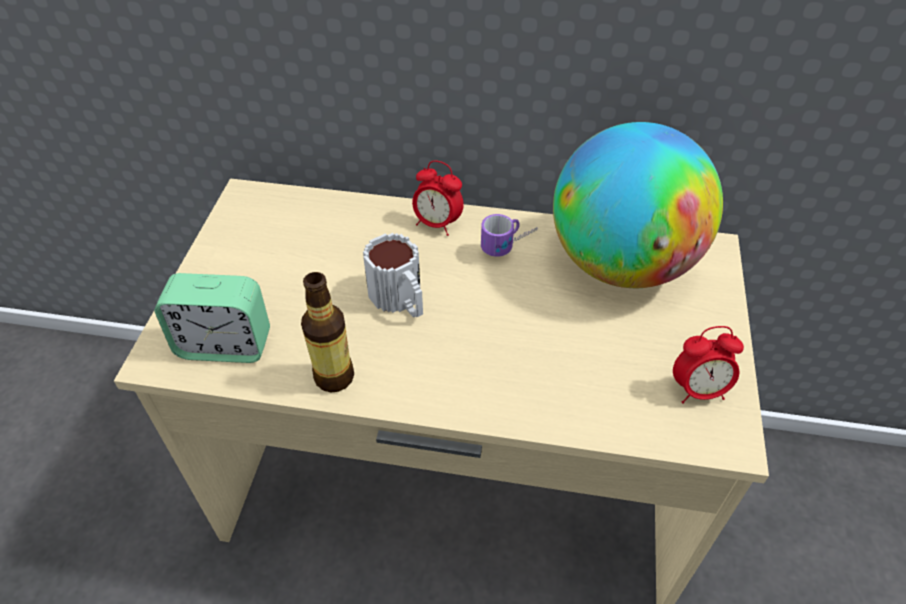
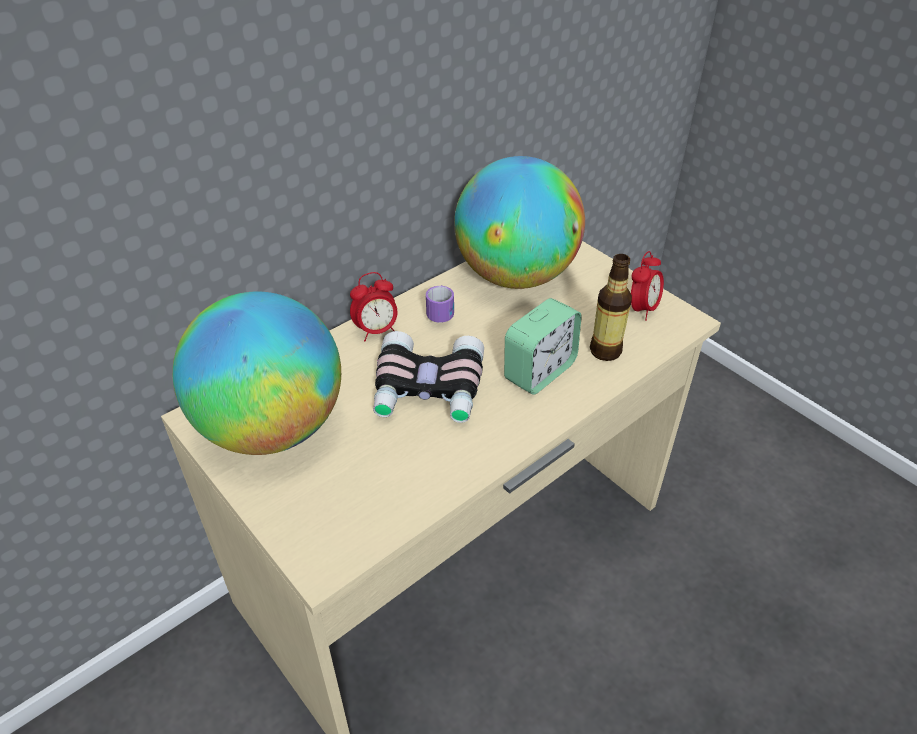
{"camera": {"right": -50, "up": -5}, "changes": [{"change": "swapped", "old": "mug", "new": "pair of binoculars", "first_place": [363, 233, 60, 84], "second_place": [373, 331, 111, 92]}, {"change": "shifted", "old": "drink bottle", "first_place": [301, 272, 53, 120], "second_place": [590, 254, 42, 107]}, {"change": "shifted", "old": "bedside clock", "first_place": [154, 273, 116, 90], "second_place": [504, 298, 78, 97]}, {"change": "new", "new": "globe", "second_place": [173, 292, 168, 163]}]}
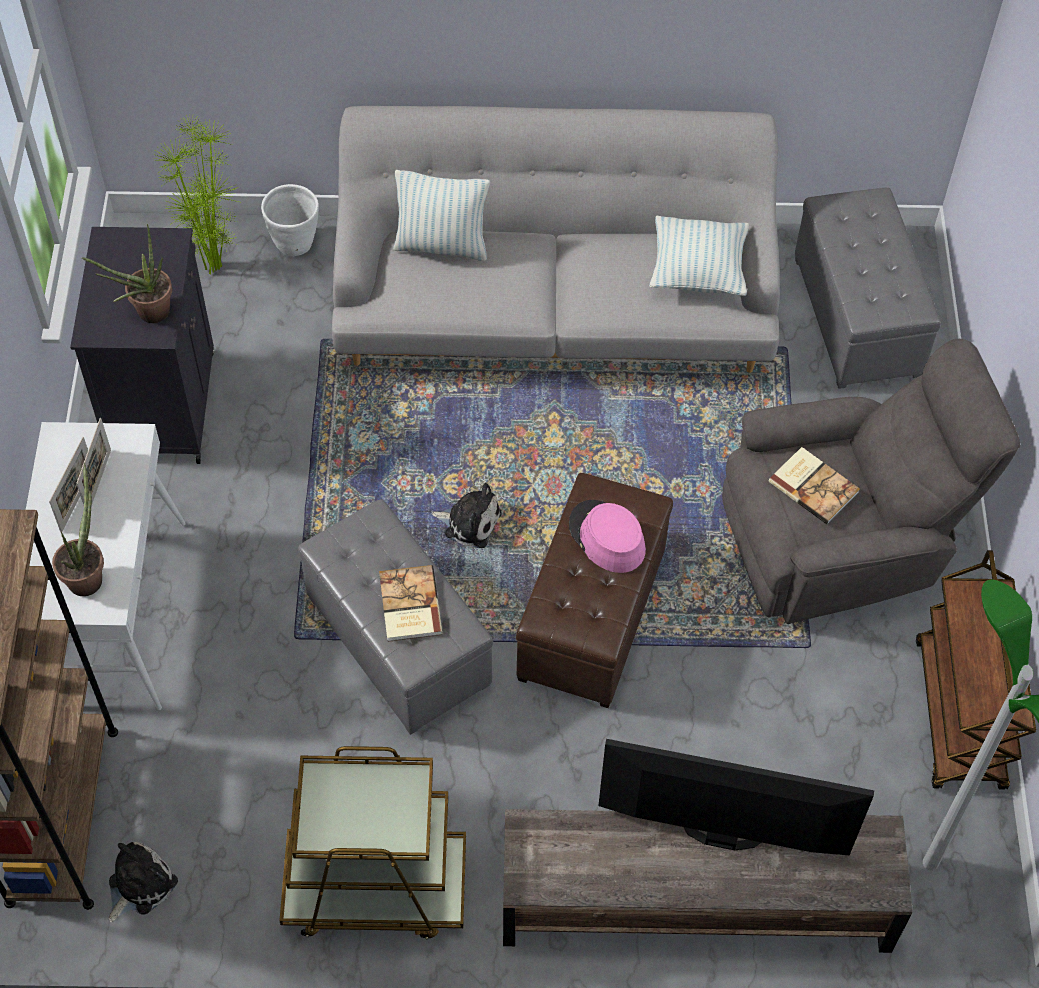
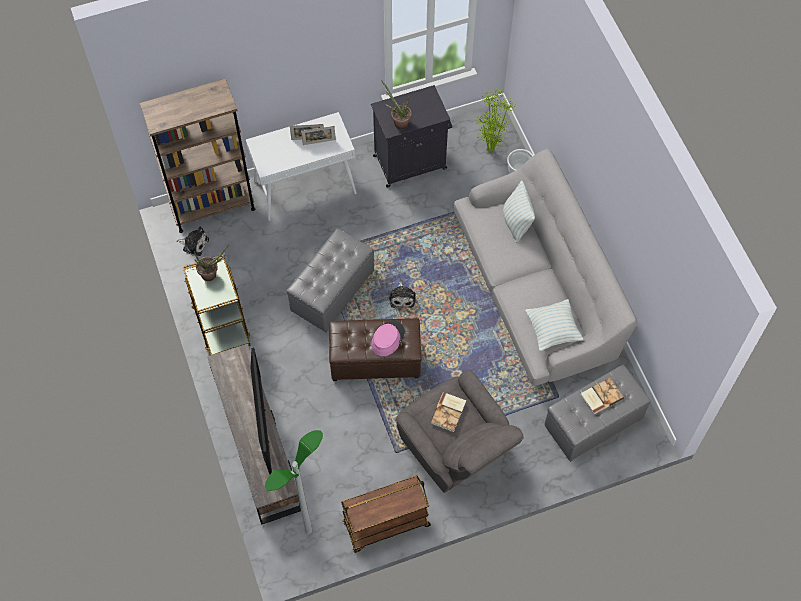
{"camera": {"right": 70, "up": 5}, "changes": [{"change": "shifted", "old": "plant in a pot", "first_place": [52, 463, 52, 133], "second_place": [194, 245, 34, 36]}, {"change": "shifted", "old": "volume", "first_place": [379, 565, 63, 77], "second_place": [580, 378, 44, 36]}]}
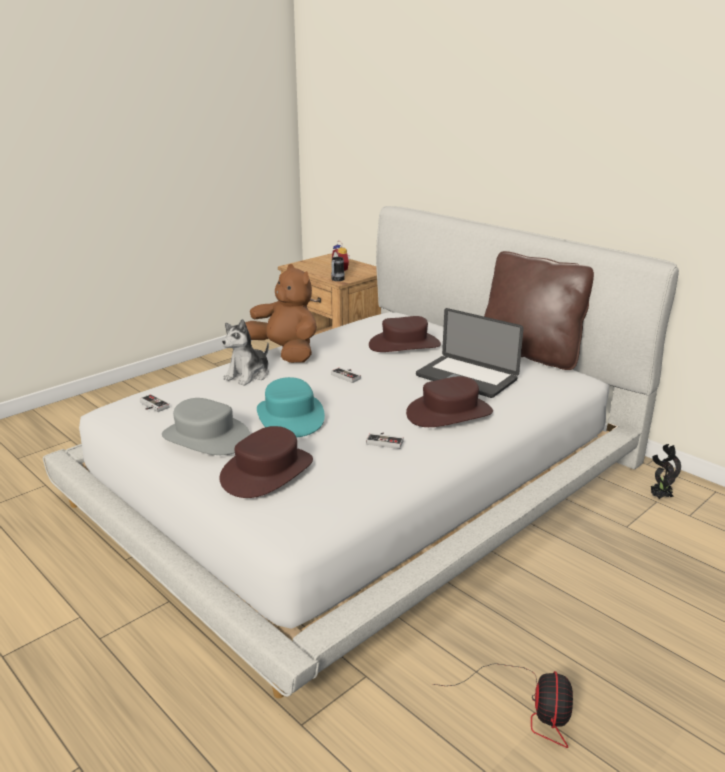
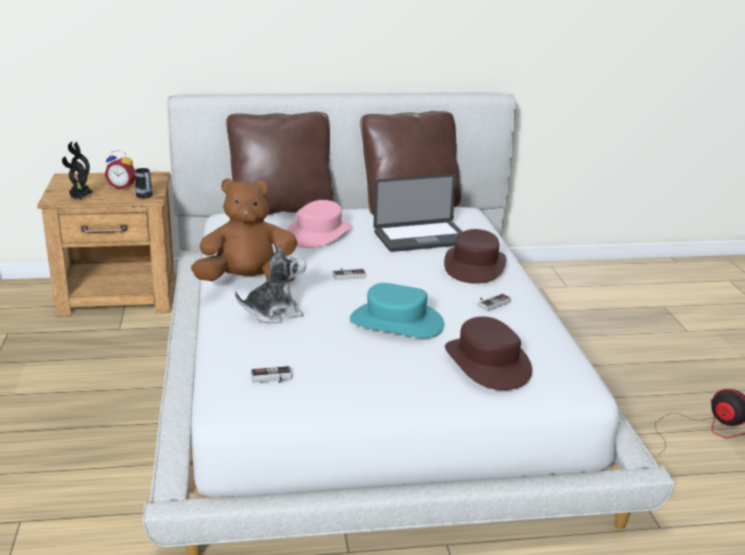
{"camera": {"right": -55, "up": 0}, "changes": [{"change": "repainted", "old": "wearable hat/brown", "new": "wearable hat/pink-coloured", "first_place": [369, 316, 72, 36], "second_place": [287, 200, 65, 48]}, {"change": "rotated", "old": "soft toy", "first_place": [222, 319, 47, 67], "second_place": [235, 243, 71, 80], "degrees": -90}, {"change": "gone", "old": "wearable hat/gray", "first_place": [162, 398, 89, 57]}, {"change": "shifted", "old": "plant in a pot", "first_place": [651, 444, 30, 55], "second_place": [62, 142, 31, 58]}, {"change": "new", "new": "pillow/brown", "second_place": [226, 112, 108, 103]}]}
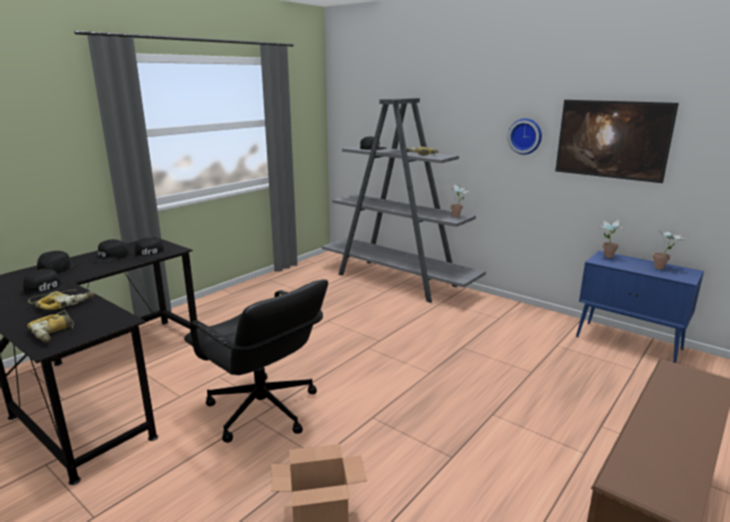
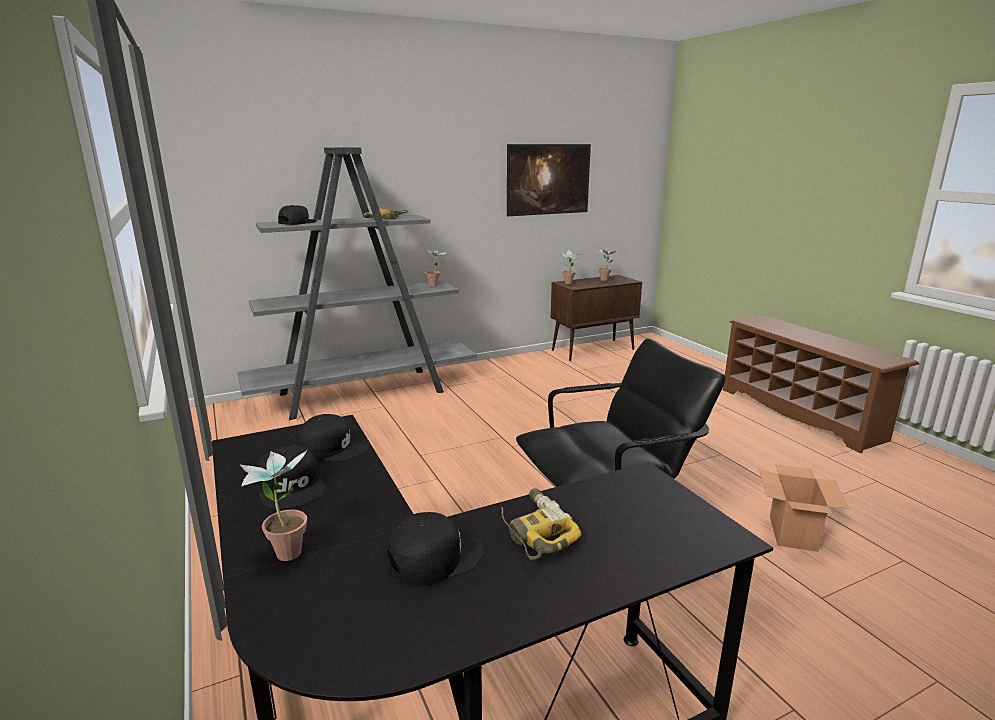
{"camera": {"right": -65, "up": 0}, "changes": [{"change": "gone", "old": "clock on the wall", "first_place": [508, 118, 34, 37]}, {"change": "swapped", "old": "peaked cap/blackish", "new": "plant in a pot", "first_place": [37, 251, 42, 22], "second_place": [240, 450, 67, 111]}, {"change": "repainted", "old": "cabinet/blue", "new": "cabinet/brown", "first_place": [576, 251, 128, 112], "second_place": [551, 275, 91, 86]}, {"change": "gone", "old": "power drill", "first_place": [27, 309, 47, 34]}]}
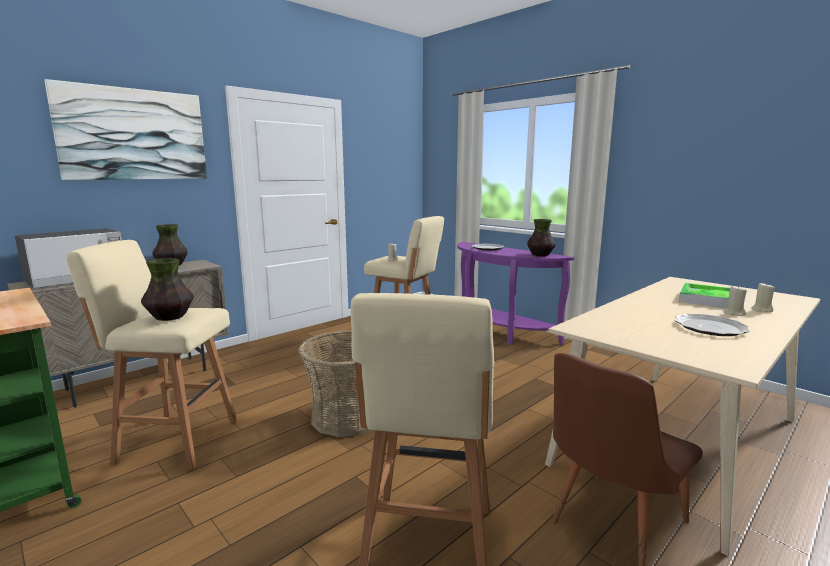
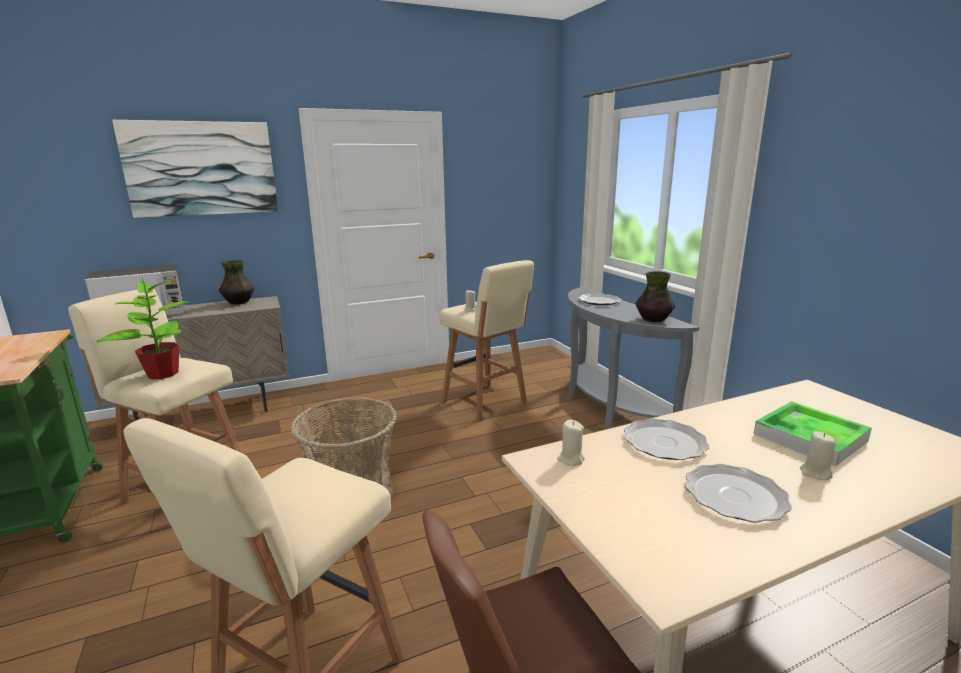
{"camera": {"right": 20, "up": 5}, "changes": [{"change": "repainted", "old": "console table/purplish", "new": "console table/gray", "first_place": [457, 242, 118, 103], "second_place": [567, 287, 132, 141]}, {"change": "swapped", "old": "vase", "new": "plant in a pot", "first_place": [141, 258, 53, 63], "second_place": [96, 277, 93, 102]}, {"change": "shifted", "old": "wax light/sand-coloured", "first_place": [751, 283, 24, 29], "second_place": [557, 420, 28, 46]}, {"change": "new", "new": "dinner plate", "second_place": [624, 418, 86, 42]}]}
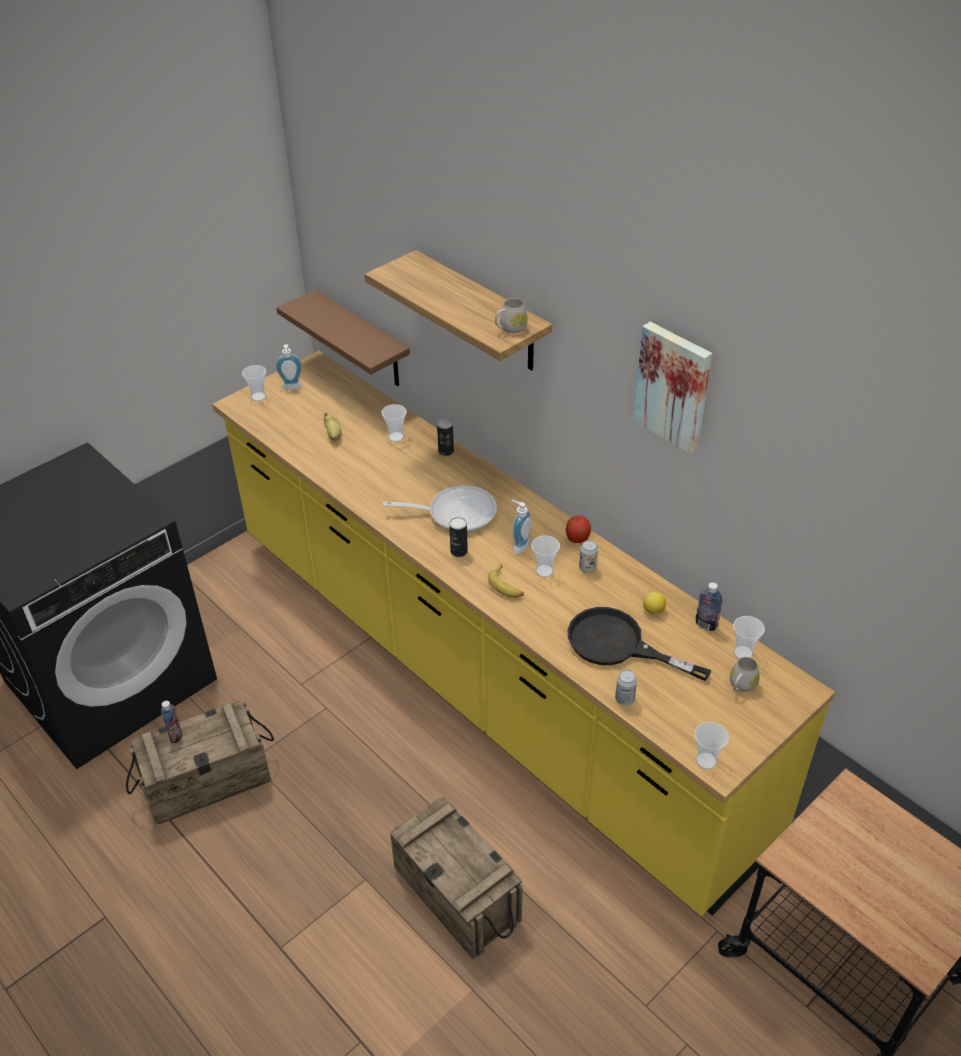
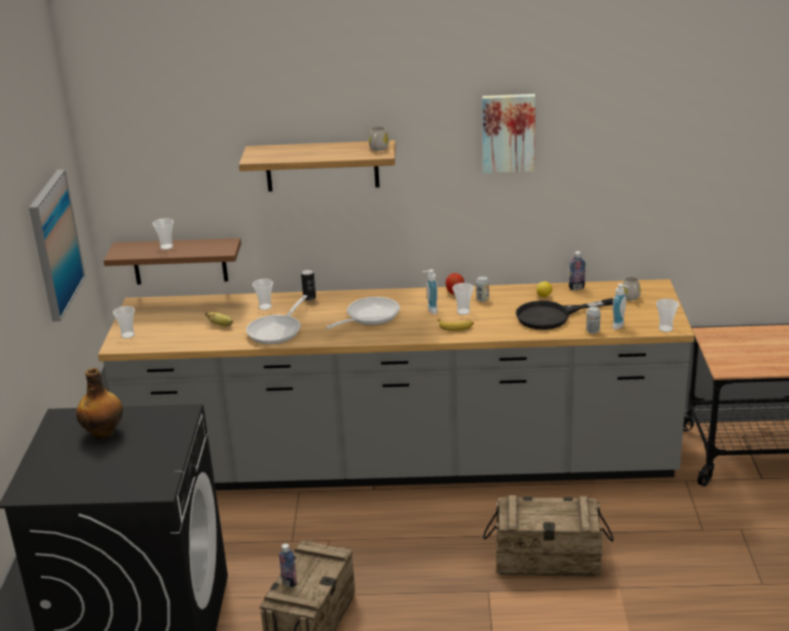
{"camera": {"right": -45, "up": -15}, "changes": [{"change": "shifted", "old": "soap dispenser", "first_place": [275, 344, 27, 46], "second_place": [612, 284, 17, 46]}, {"change": "repainted", "old": "kitchen base unit/yellow-coloured", "new": "kitchen base unit/gray", "first_place": [212, 351, 623, 565], "second_place": [98, 279, 596, 211]}, {"change": "gone", "old": "can", "first_place": [449, 517, 19, 40]}, {"change": "shifted", "old": "cup", "first_place": [733, 616, 32, 43], "second_place": [153, 218, 21, 32]}, {"change": "new", "new": "wall picture", "second_place": [29, 169, 56, 153]}, {"change": "new", "new": "pan", "second_place": [246, 295, 62, 49]}, {"change": "new", "new": "drink bottle", "second_place": [76, 368, 47, 72]}]}
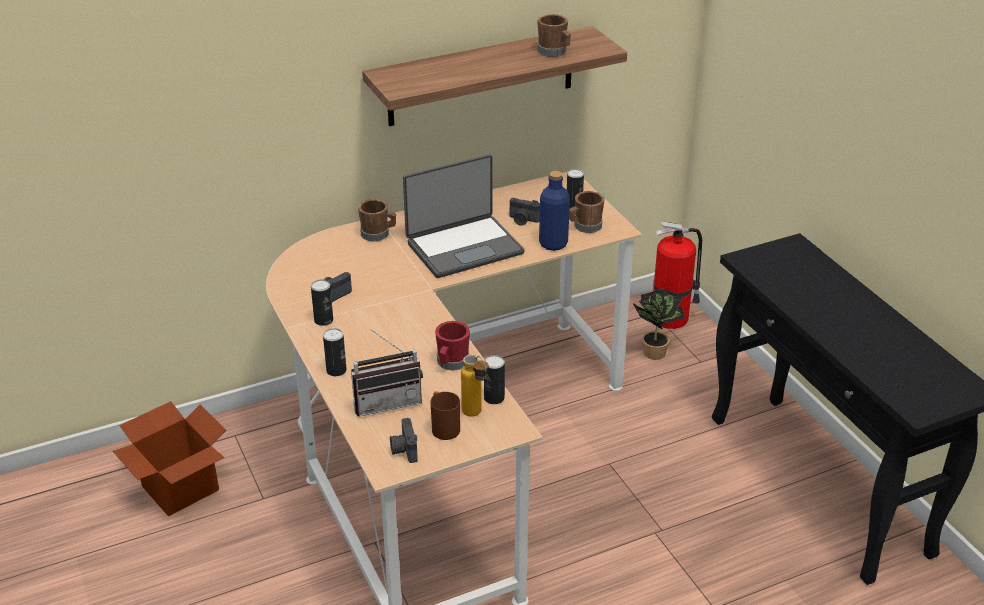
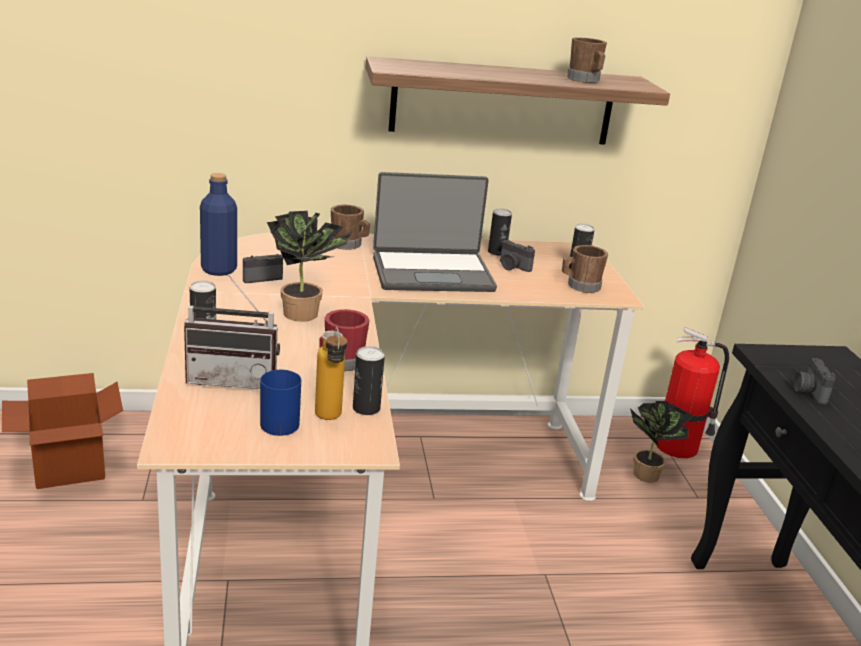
{"camera": {"right": 15, "up": -10}, "changes": [{"change": "shifted", "old": "drink bottle/blue", "first_place": [539, 171, 31, 80], "second_place": [200, 173, 37, 103]}, {"change": "shifted", "old": "can", "first_place": [311, 279, 22, 47], "second_place": [488, 209, 24, 47]}, {"change": "repainted", "old": "mug/brown", "new": "mug/blue", "first_place": [430, 391, 30, 49], "second_place": [260, 369, 41, 67]}, {"change": "shifted", "old": "photo camera", "first_place": [390, 418, 28, 45], "second_place": [794, 358, 42, 47]}, {"change": "new", "new": "plant in a pot", "second_place": [267, 211, 86, 111]}]}
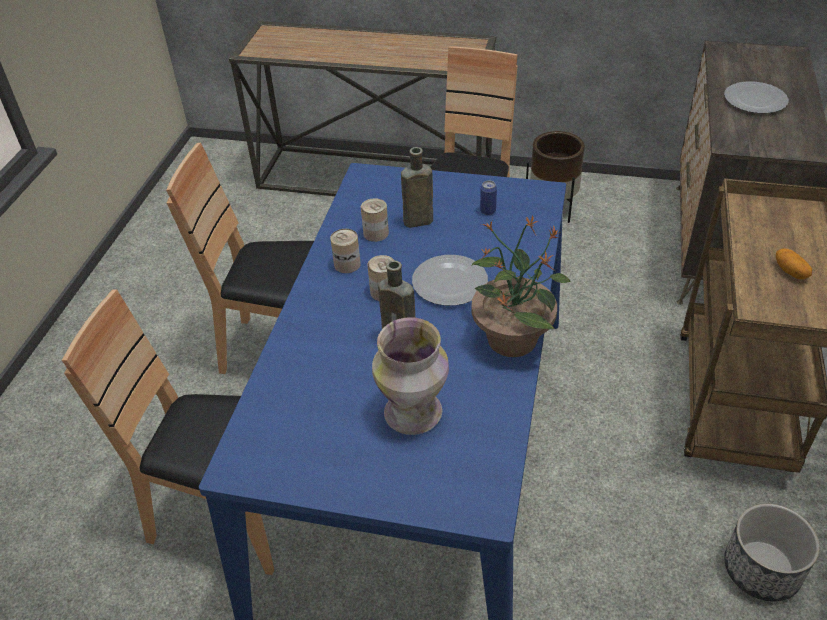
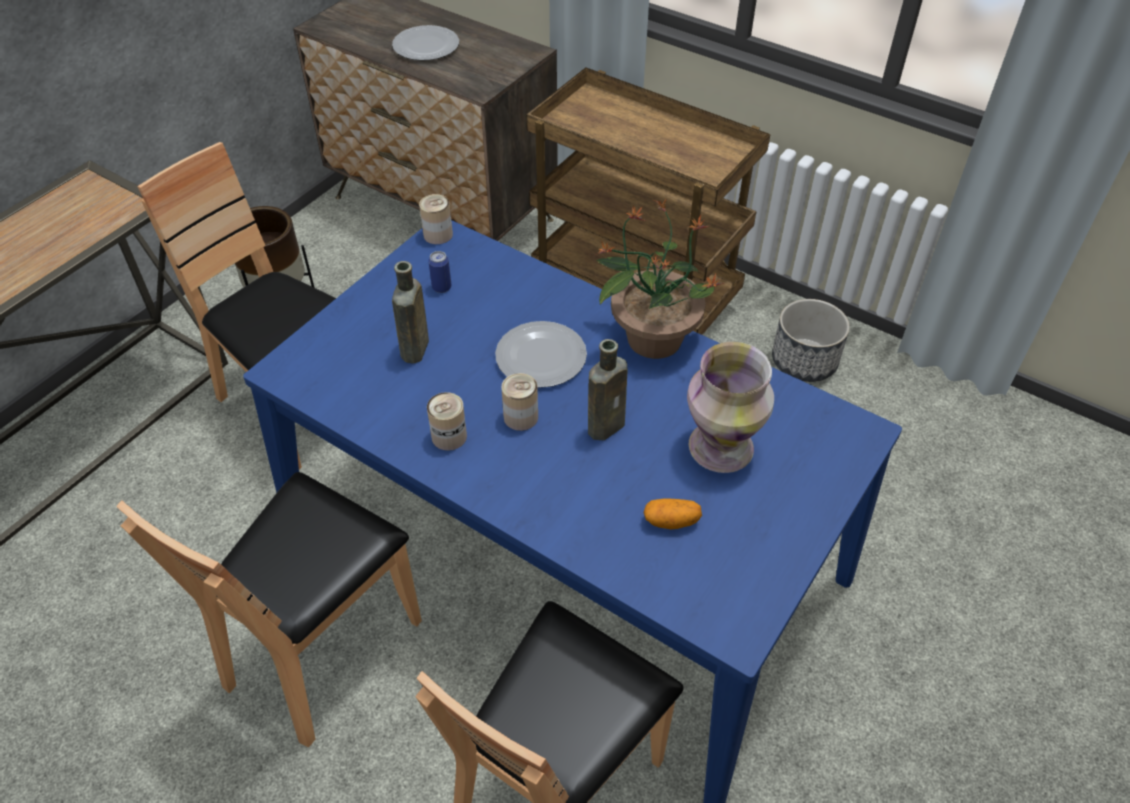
{"camera": {"right": -70, "up": 5}, "changes": [{"change": "shifted", "old": "can", "first_place": [361, 198, 28, 44], "second_place": [419, 194, 34, 50]}, {"change": "shifted", "old": "spud", "first_place": [776, 249, 36, 30], "second_place": [644, 498, 58, 31]}]}
